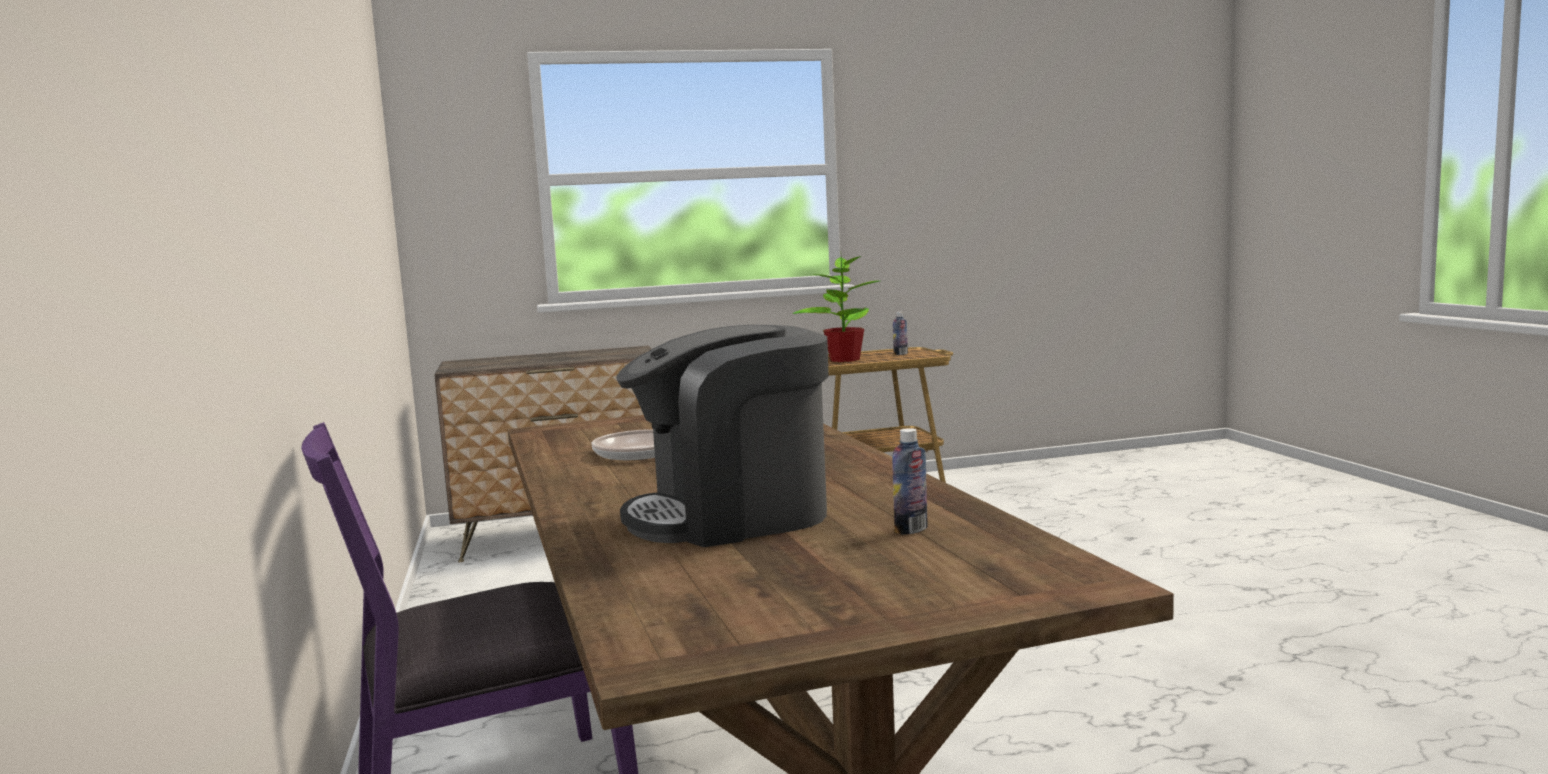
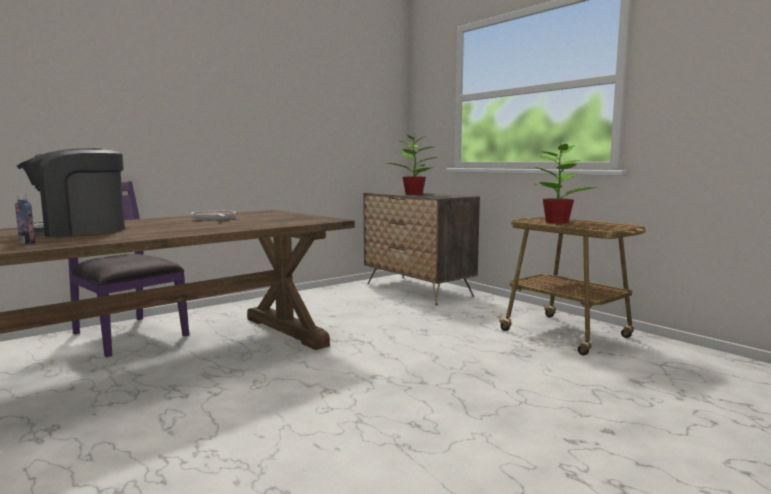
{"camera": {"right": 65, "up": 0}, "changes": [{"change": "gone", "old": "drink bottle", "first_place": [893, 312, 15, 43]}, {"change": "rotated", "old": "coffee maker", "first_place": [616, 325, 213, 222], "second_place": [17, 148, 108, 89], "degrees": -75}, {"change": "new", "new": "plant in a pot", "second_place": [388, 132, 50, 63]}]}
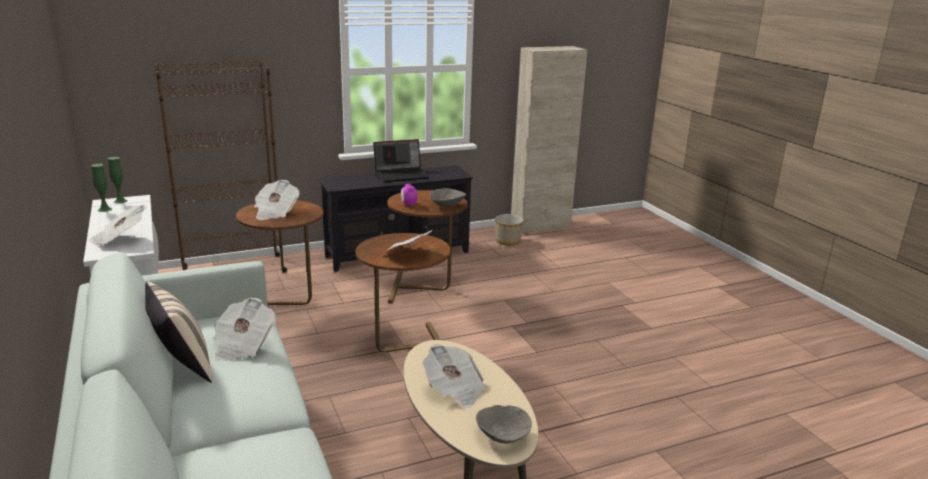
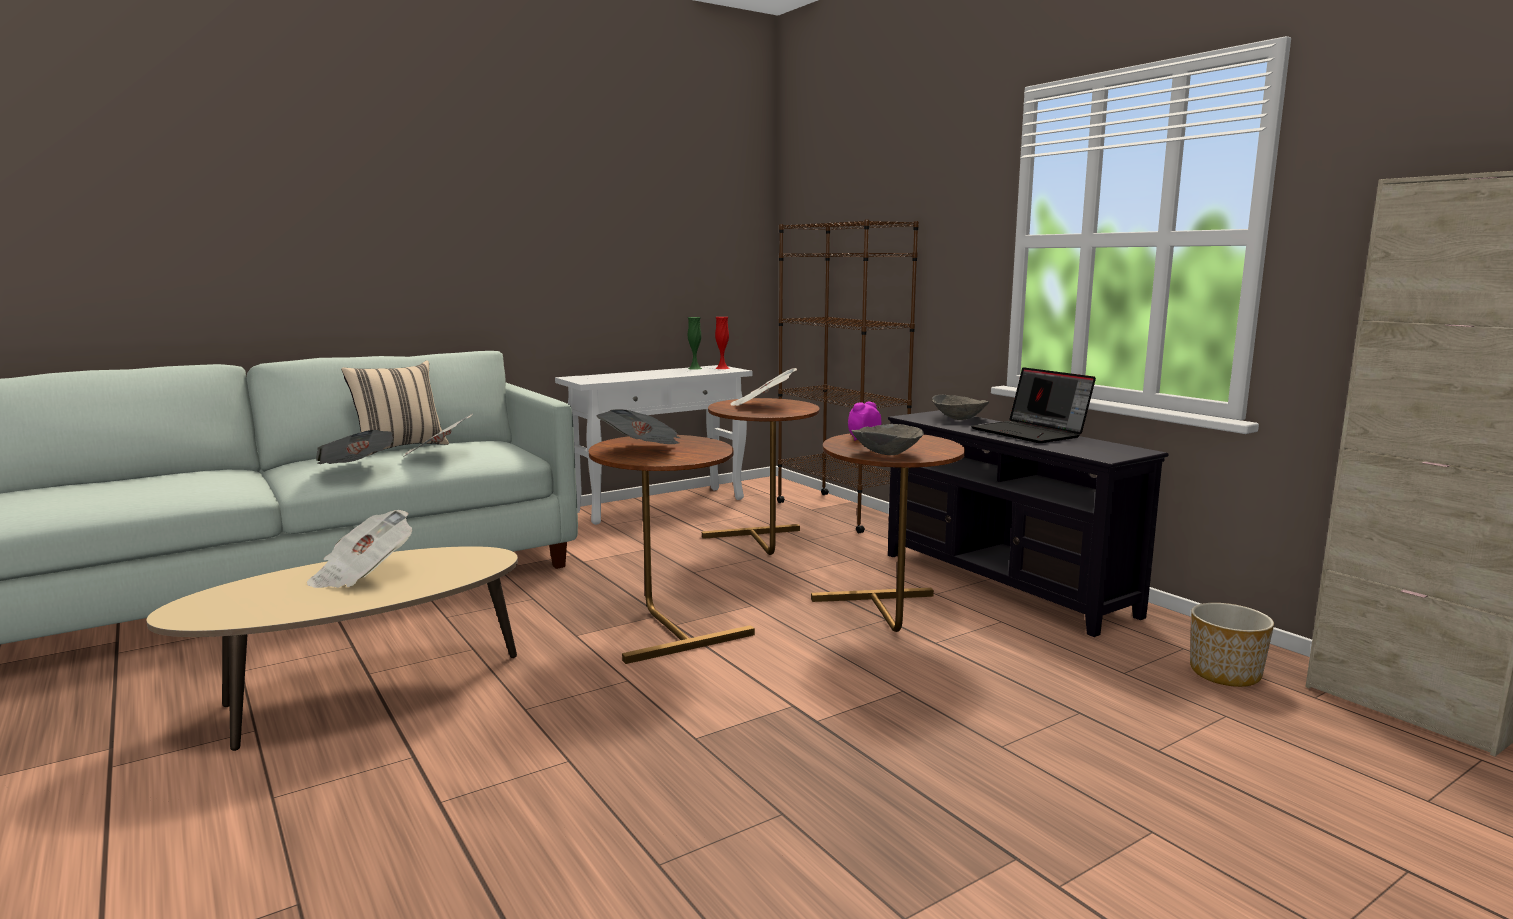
{"camera": {"right": 80, "up": -10}, "changes": [{"change": "repainted", "old": "vase/green-coloured", "new": "vase/reddish", "first_place": [108, 157, 20, 47], "second_place": [715, 317, 14, 52]}, {"change": "shifted", "old": "daily paper", "first_place": [89, 205, 57, 41], "second_place": [316, 430, 78, 34]}, {"change": "shifted", "old": "deep dish/gray", "first_place": [476, 405, 56, 38], "second_place": [932, 395, 57, 25]}]}
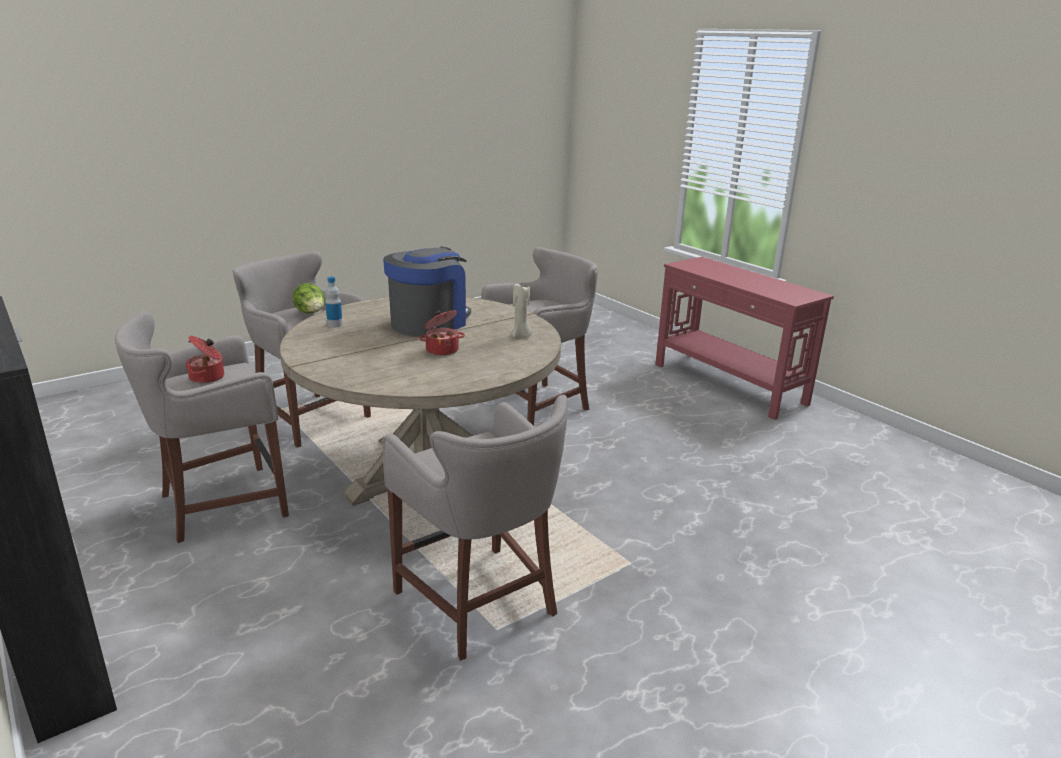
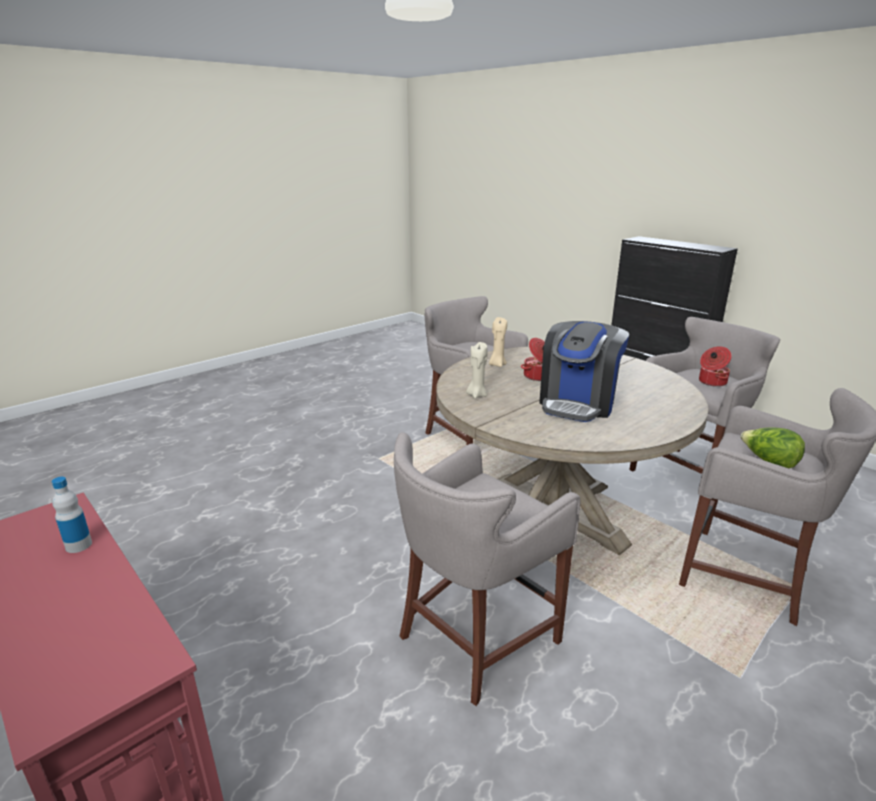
{"camera": {"right": 175, "up": 0}, "changes": [{"change": "shifted", "old": "drink bottle", "first_place": [325, 276, 18, 52], "second_place": [52, 477, 40, 76]}, {"change": "new", "new": "wax light/sand-coloured", "second_place": [489, 317, 18, 50]}]}
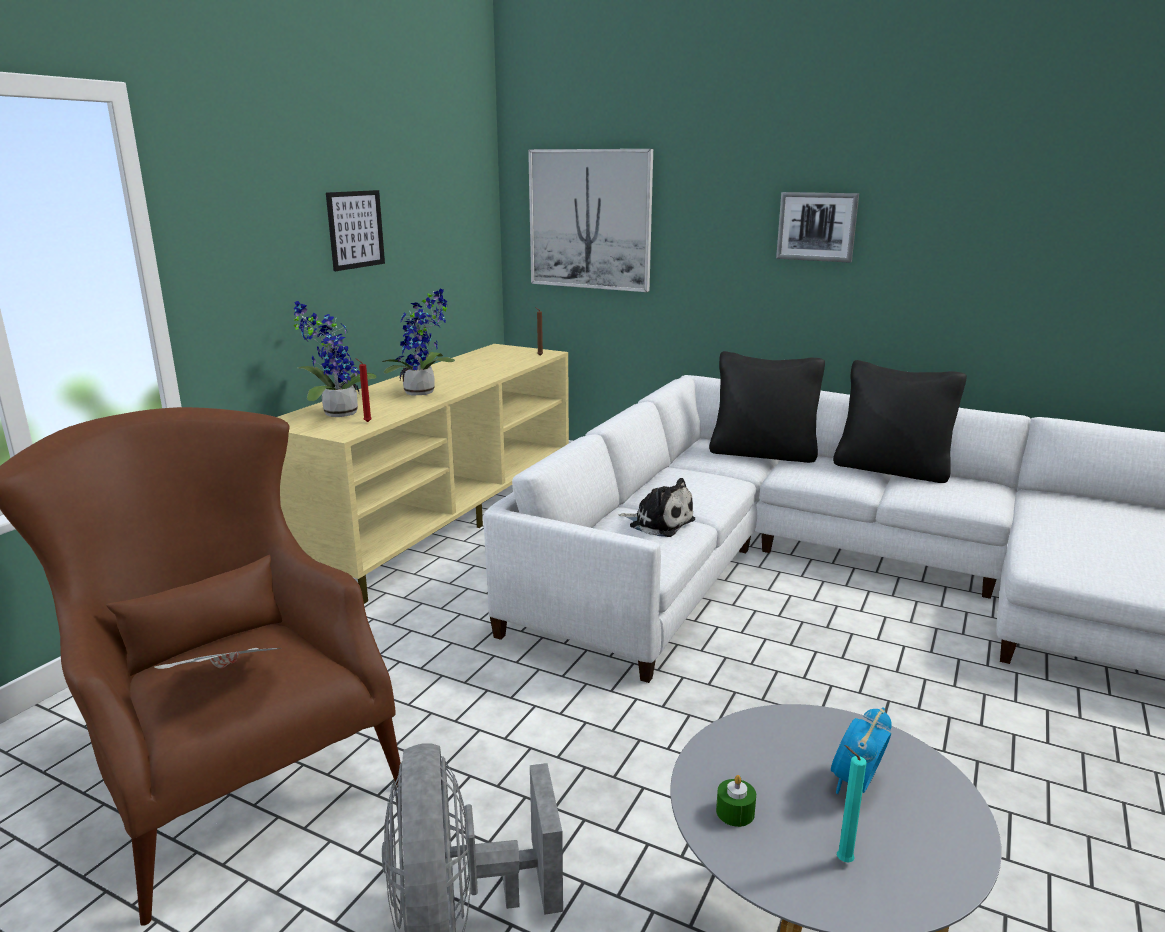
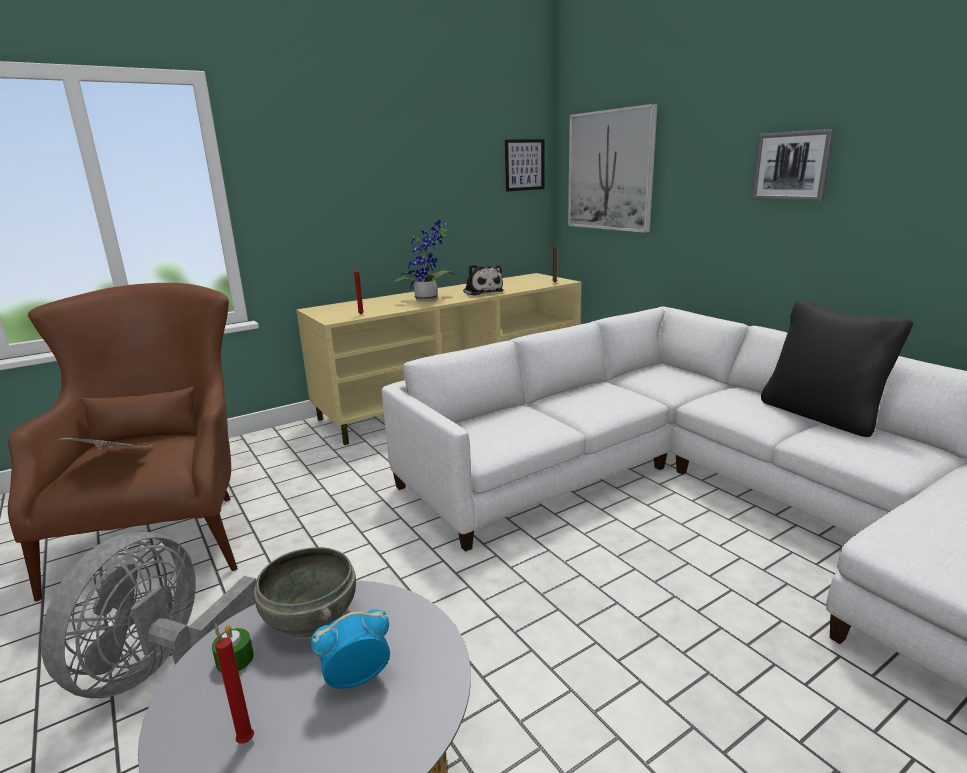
{"camera": {"right": 30, "up": 0}, "changes": [{"change": "shifted", "old": "wall picture", "first_place": [326, 190, 59, 81], "second_place": [505, 139, 39, 52]}, {"change": "gone", "old": "plant in a pot", "first_place": [294, 301, 83, 116]}, {"change": "gone", "old": "pillow/blackish", "first_place": [709, 351, 116, 112]}, {"change": "shifted", "old": "soft toy", "first_place": [618, 478, 77, 59], "second_place": [463, 264, 40, 32]}, {"change": "repainted", "old": "wax light/turquoise-coloured", "new": "wax light/reddish", "first_place": [837, 745, 30, 118], "second_place": [214, 622, 40, 122]}, {"change": "new", "new": "deep dish/gray", "second_place": [254, 547, 102, 90]}]}
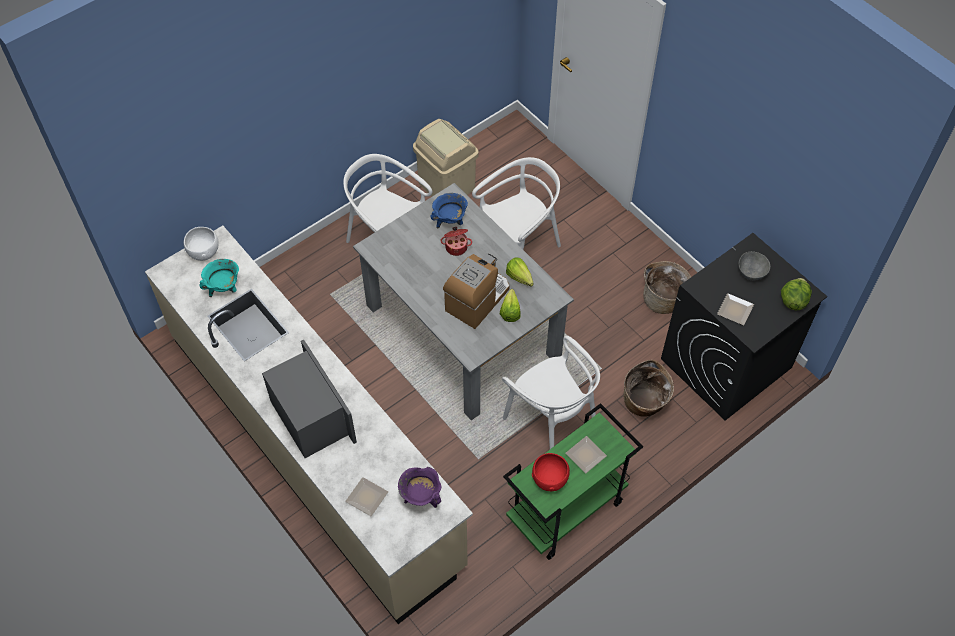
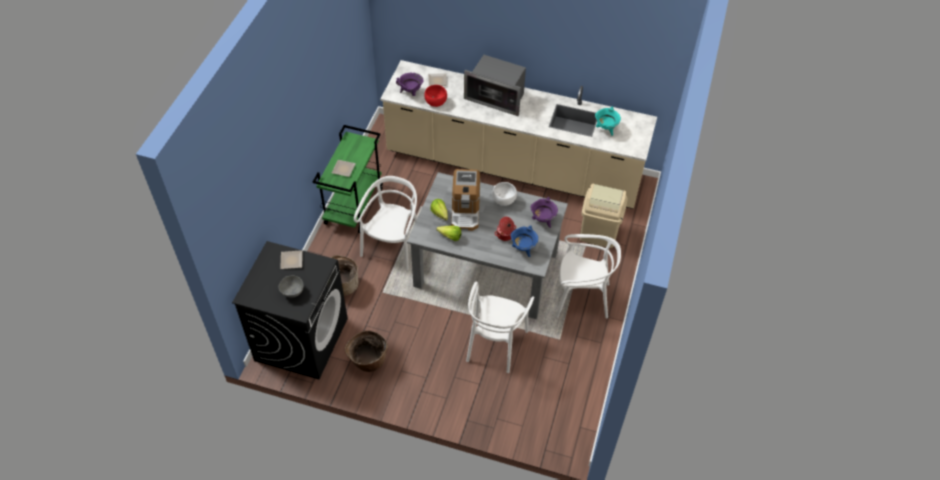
{"camera": {"right": 145, "up": -5}, "changes": [{"change": "shifted", "old": "trash can/sand-coloured", "first_place": [413, 119, 66, 78], "second_place": [580, 184, 48, 64]}, {"change": "shifted", "old": "deep dish/white-coloured", "first_place": [183, 227, 36, 34], "second_place": [492, 182, 25, 24]}, {"change": "gone", "old": "lettuce", "first_place": [781, 278, 31, 32]}, {"change": "rotated", "old": "chair/white-coloured", "first_place": [502, 336, 98, 113], "second_place": [354, 176, 63, 94], "degrees": 90}, {"change": "shifted", "old": "deep dish/reddish", "first_place": [532, 453, 38, 38], "second_place": [424, 85, 23, 22]}, {"change": "new", "new": "stockpot/purplish", "second_place": [530, 197, 28, 31]}]}
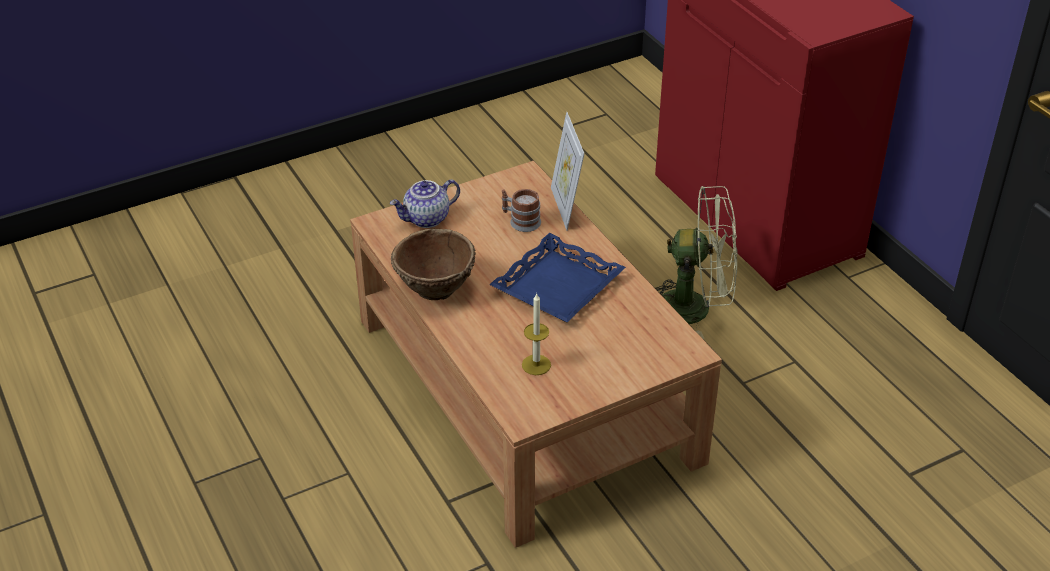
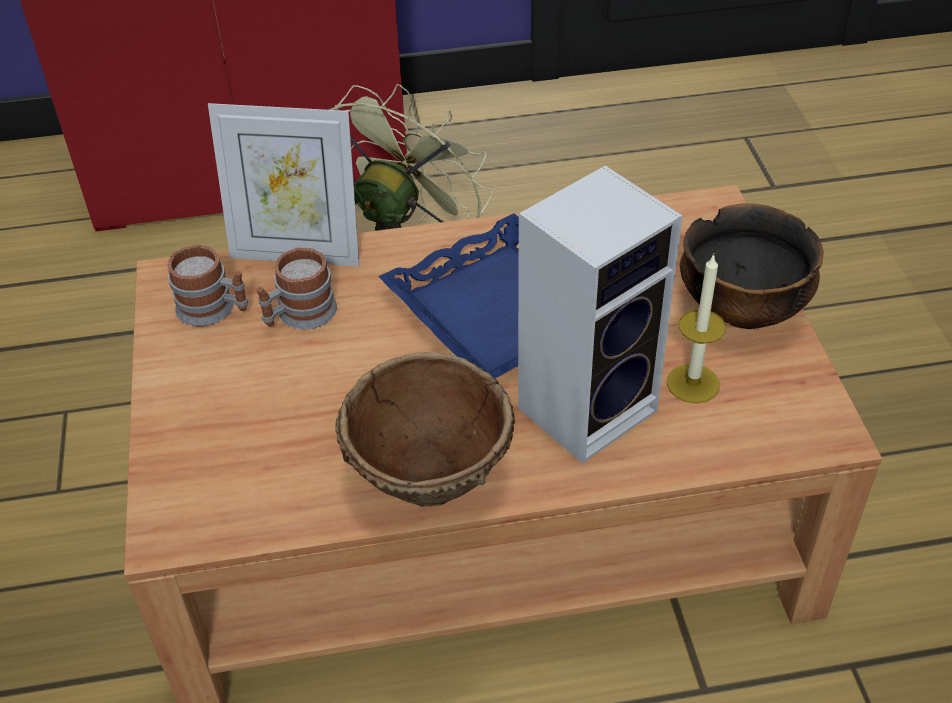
{"camera": {"right": -70, "up": 5}, "changes": [{"change": "gone", "old": "pot for tea", "first_place": [390, 179, 70, 49]}, {"change": "new", "new": "loudspeaker", "second_place": [518, 165, 165, 298]}, {"change": "new", "new": "deep dish", "second_place": [679, 203, 145, 126]}, {"change": "new", "new": "mug", "second_place": [167, 244, 81, 82]}]}
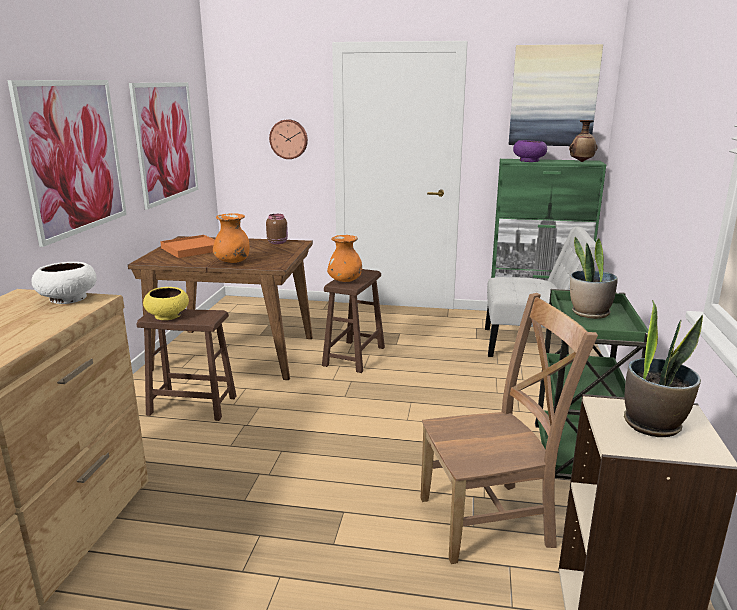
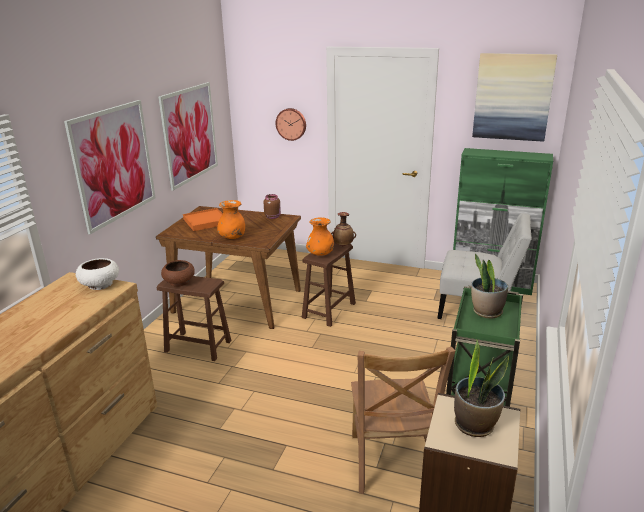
{"camera": {"right": 10, "up": 5}, "changes": [{"change": "shifted", "old": "vase", "first_place": [569, 120, 28, 42], "second_place": [331, 212, 25, 34]}, {"change": "gone", "old": "deep dish/purplish", "first_place": [513, 140, 34, 22]}, {"change": "repainted", "old": "deep dish/yellow-coloured", "new": "deep dish/brown", "first_place": [143, 287, 46, 33], "second_place": [161, 260, 34, 27]}, {"change": "rotated", "old": "chair/brown", "first_place": [420, 293, 178, 271], "second_place": [351, 347, 104, 147], "degrees": 90}]}
